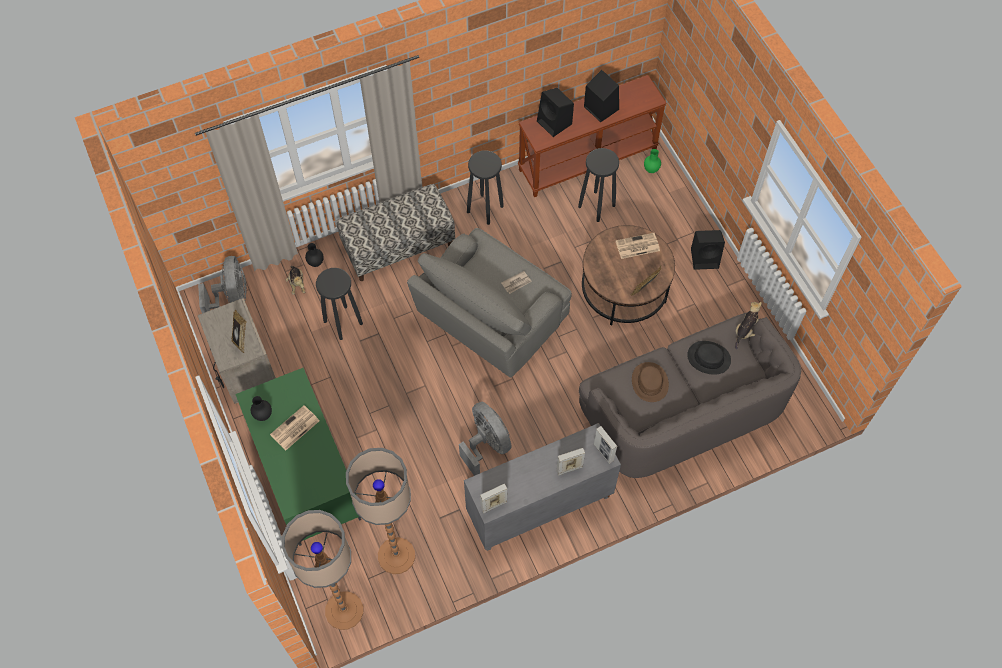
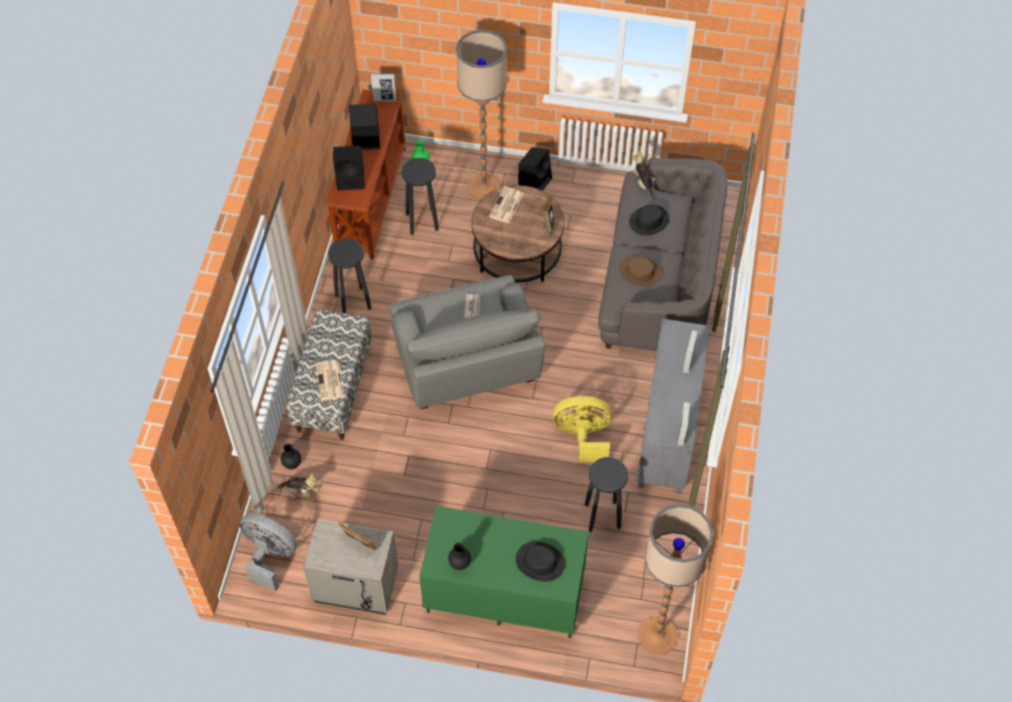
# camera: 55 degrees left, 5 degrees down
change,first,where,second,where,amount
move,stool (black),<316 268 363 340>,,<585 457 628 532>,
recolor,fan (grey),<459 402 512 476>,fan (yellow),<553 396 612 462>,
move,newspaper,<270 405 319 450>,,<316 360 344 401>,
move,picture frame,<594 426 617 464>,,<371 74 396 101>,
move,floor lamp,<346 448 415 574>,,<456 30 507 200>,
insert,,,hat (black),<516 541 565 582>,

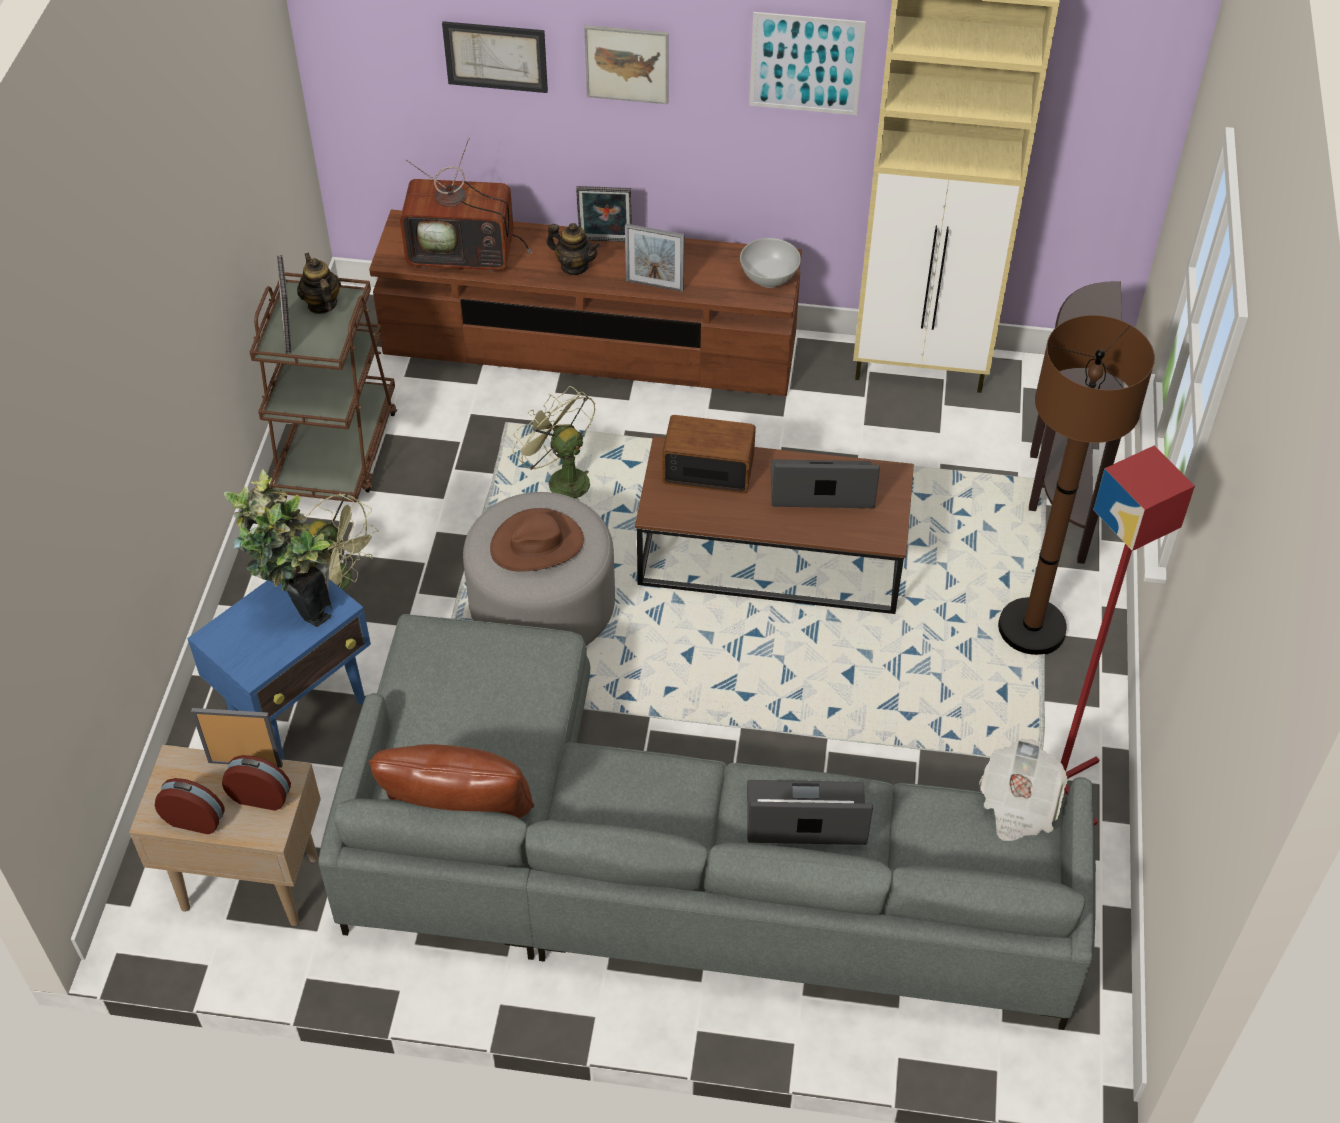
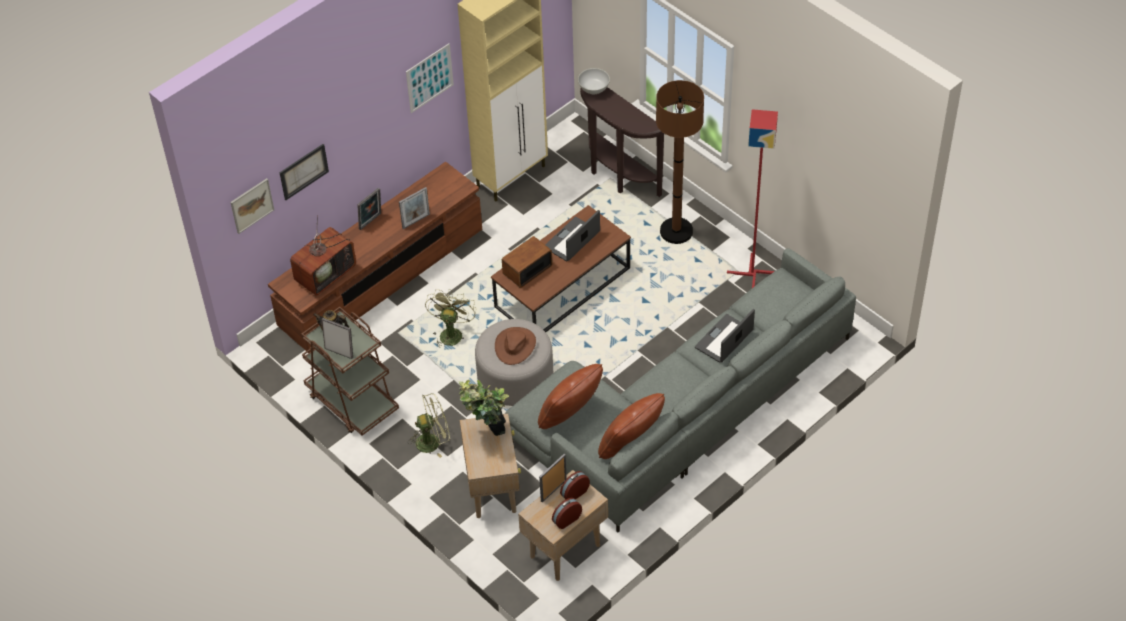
# camera: 50 degrees left, 0 degrees up
change,first,where,second,where,amount
move,picture,<584 25 669 104>,,<230 178 274 234>,
delete,teapot,<547 223 600 275>,,,
move,bowl (white),<740 238 801 288>,,<578 68 610 95>,
rotate,fan (green),<512 386 595 500>,,<425 289 476 346>,105 degrees clockwise
recolor,side table (blue),<187 579 371 760>,side table (beige),<460 413 521 518>,
delete,newspaper,<979 739 1068 841>,,,
insert,,,pillow (brown),<538 364 603 429>,

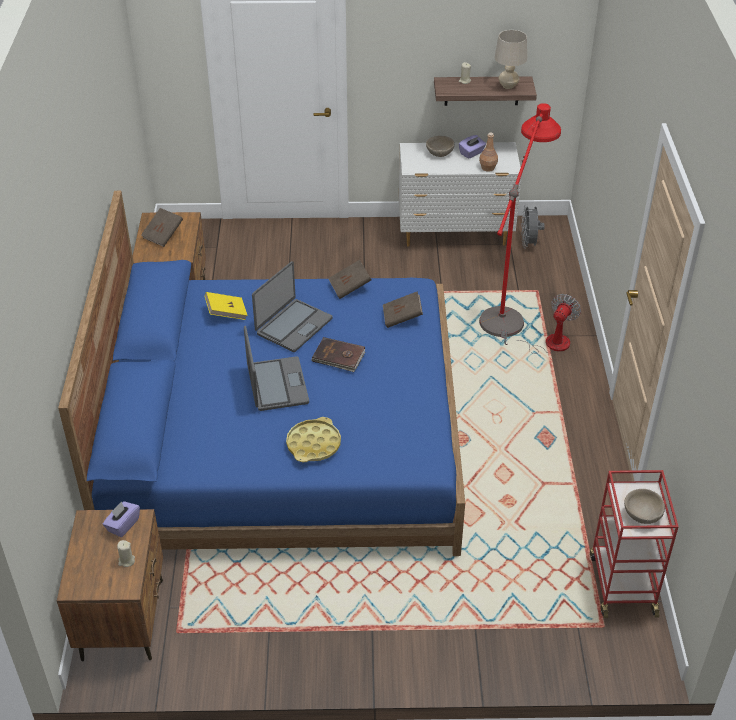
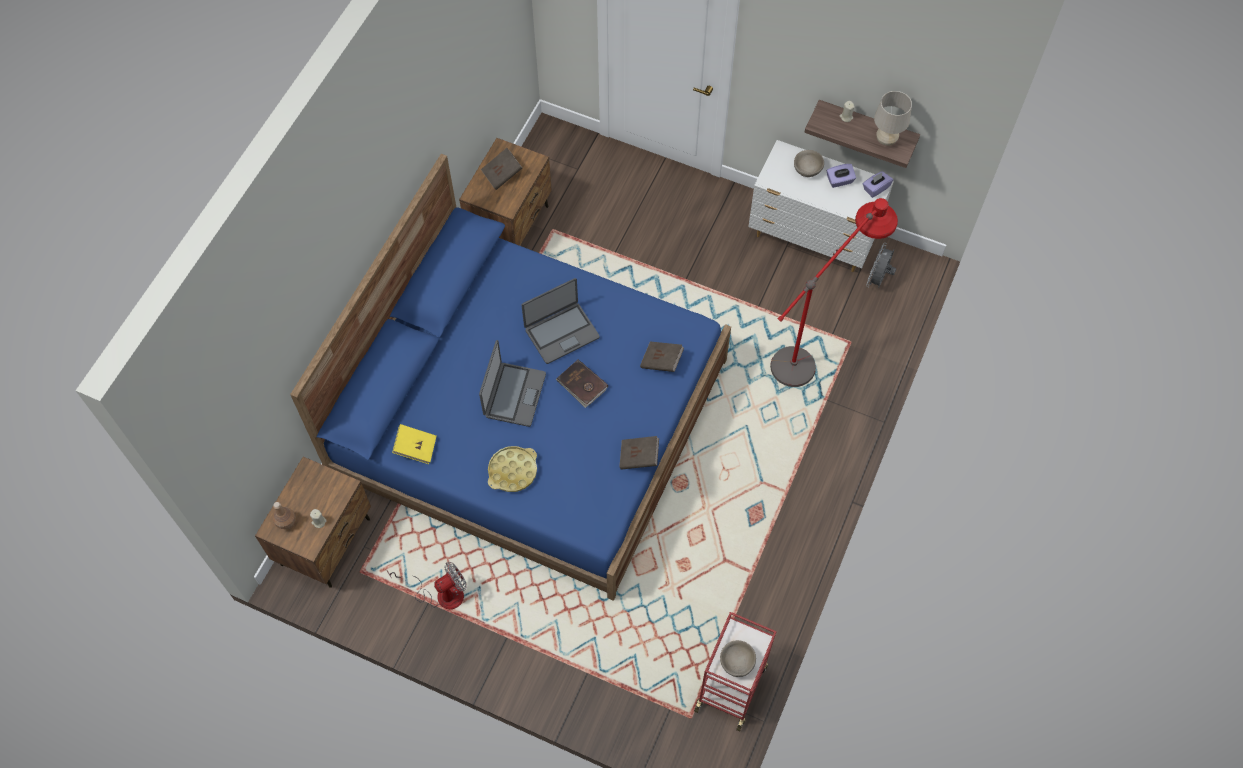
# camera: 25 degrees right, 20 degrees up
change,first,where,second,where,amount
move,bottle (brown),<479 133 498 172>,,<273 502 296 530>,
move,book (brown),<328 260 371 299>,,<619 436 659 470>,
move,book (yellow),<205 292 248 320>,,<392 424 437 464>,
move,fan,<501 294 581 354>,,<387 562 467 609>,
move,tissue box (purple),<102 501 140 537>,,<863 171 893 198>,

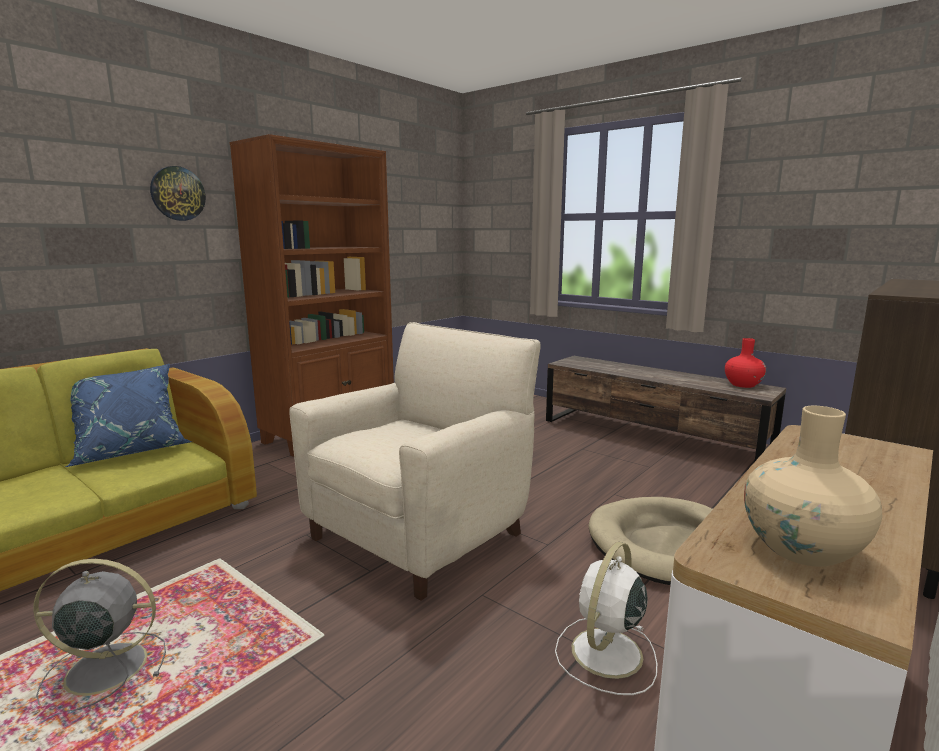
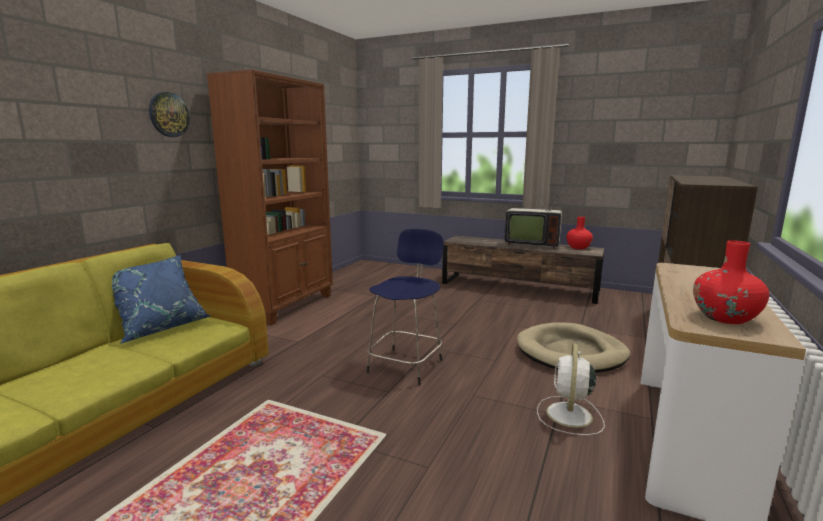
# camera: 15 degrees left, 0 degrees up
change,first,where,second,where,amount
replace,armchair (beige),<289 322 541 601>,stool (blue),<366 229 444 385>,
recolor,vase (beige),<744 406 882 567>,vase (red),<693 240 769 324>,
delete,fan (grey),<33 559 166 711>,,,
insert,,,television,<504 185 567 249>,

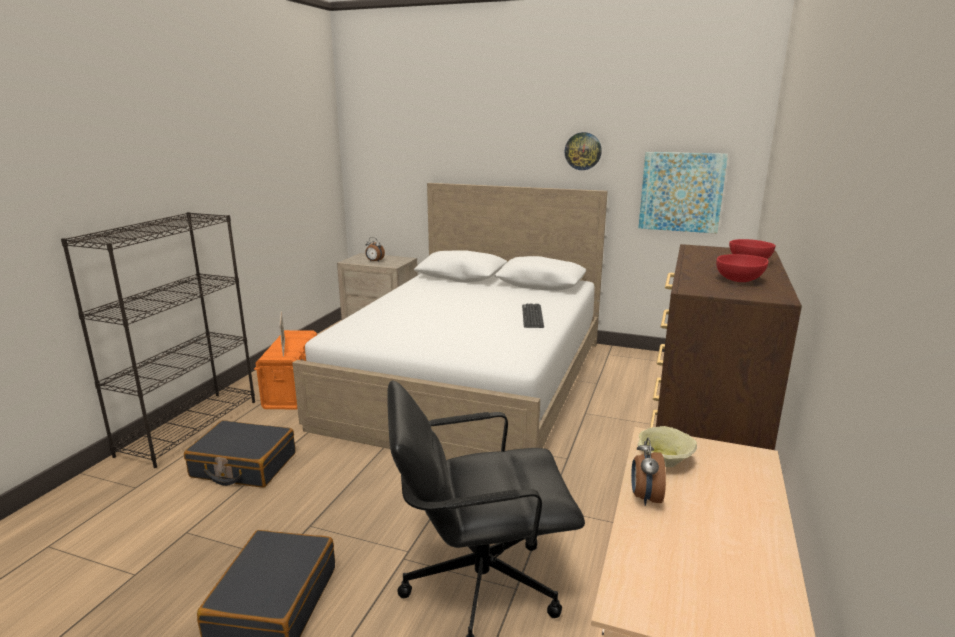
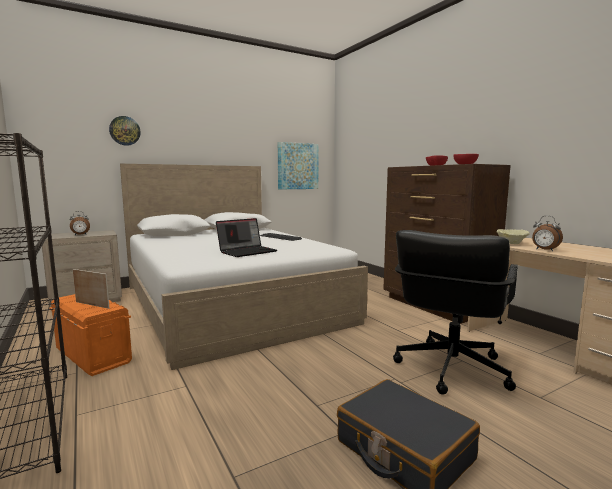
# camera: 50 degrees left, 10 degrees down
change,first,where,second,where,amount
move,wall clock,<565 132 602 170>,,<109 116 141 146>,
delete,suitcase (black),<184 420 296 488>,,,
insert,,,laptop,<216 218 277 257>,

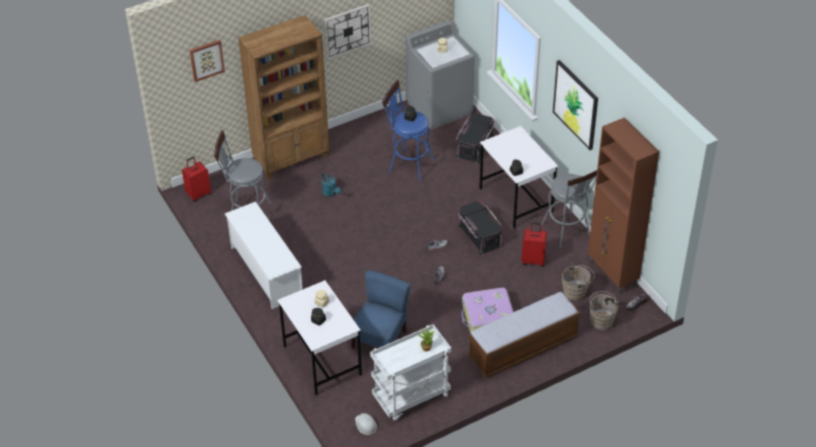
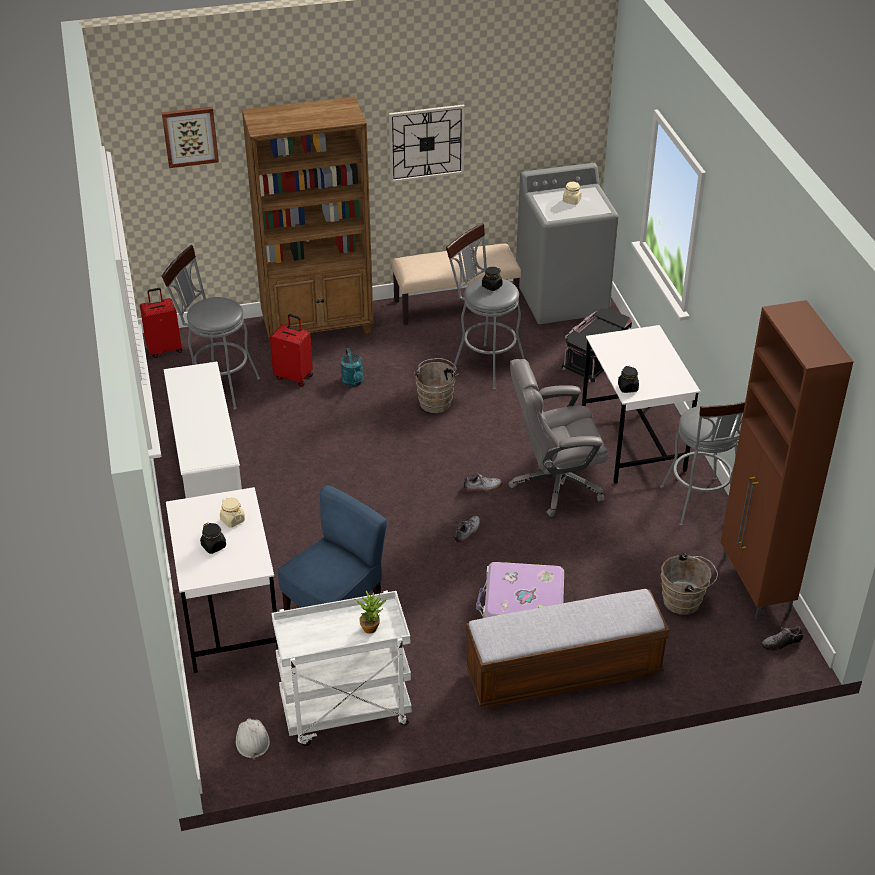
# camera: 15 degrees right, 5 degrees down
change,first,where,second,where,amount
delete,picture,<553 60 598 150>,,,
recolor,stool (blue),<382 79 434 181>,stool (grey),<446 223 525 390>,
replace,storage box (black),<457 201 503 256>,office chair (grey),<508 359 608 517>,
move,suitcase (red),<521 222 547 267>,,<270 314 313 387>,
move,bucket (brown),<589 291 619 330>,,<414 358 459 413>,
insert,,,bench (beige),<391 244 521 325>,

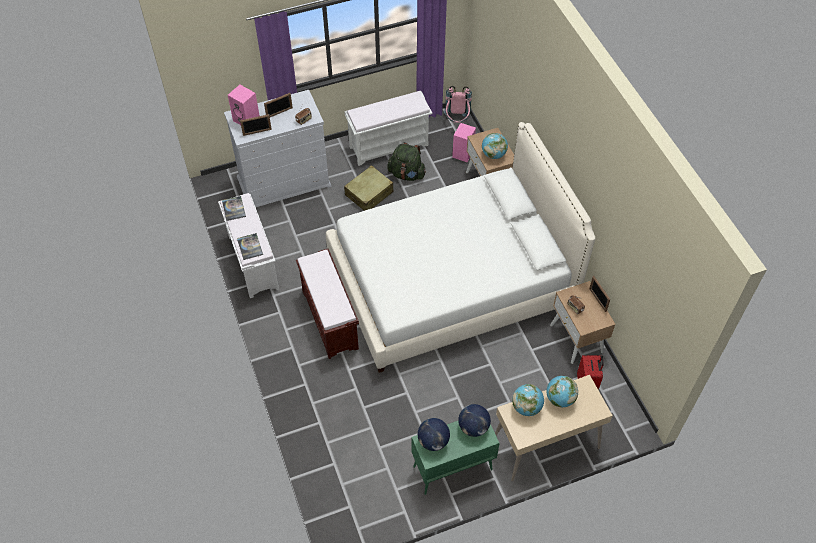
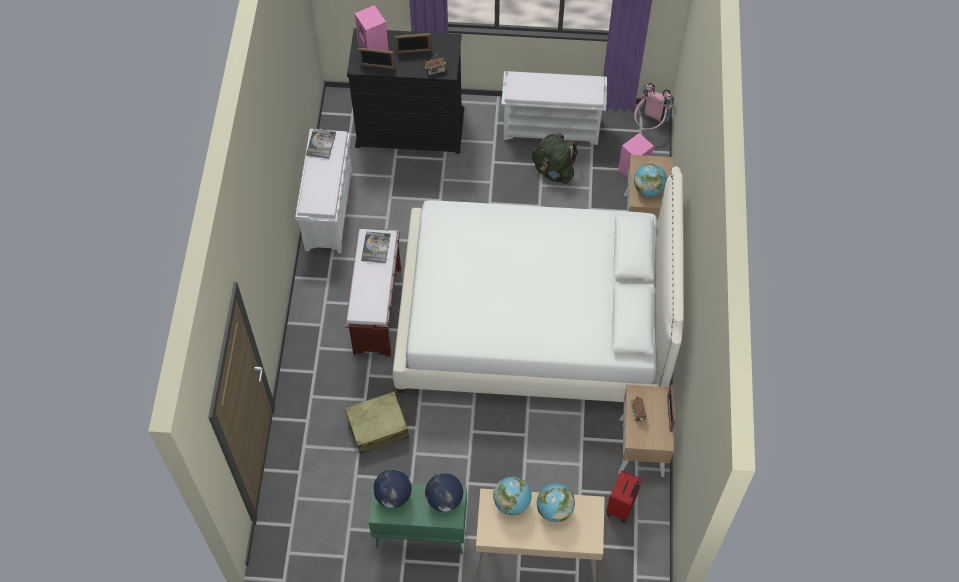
# camera: 25 degrees right, 5 degrees up
change,first,where,second,where,amount
recolor,dresser (white),<224 90 332 207>,dresser (black),<347 28 464 154>,
move,suitcase (beige),<344 165 394 211>,,<345 391 409 454>,
move,book,<237 233 263 260>,,<361 232 390 263>,

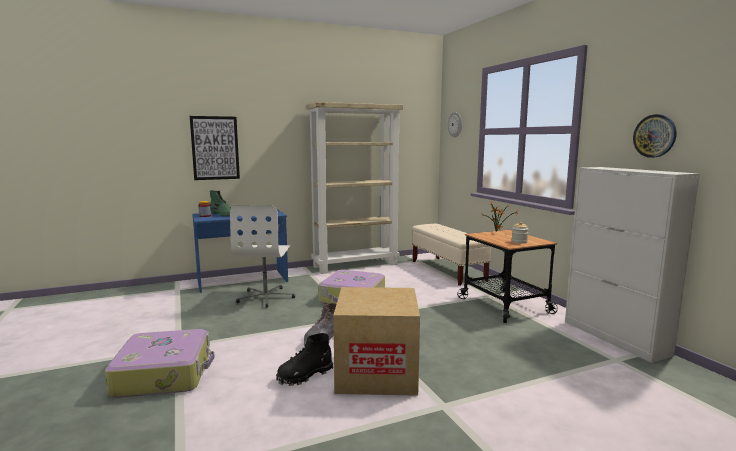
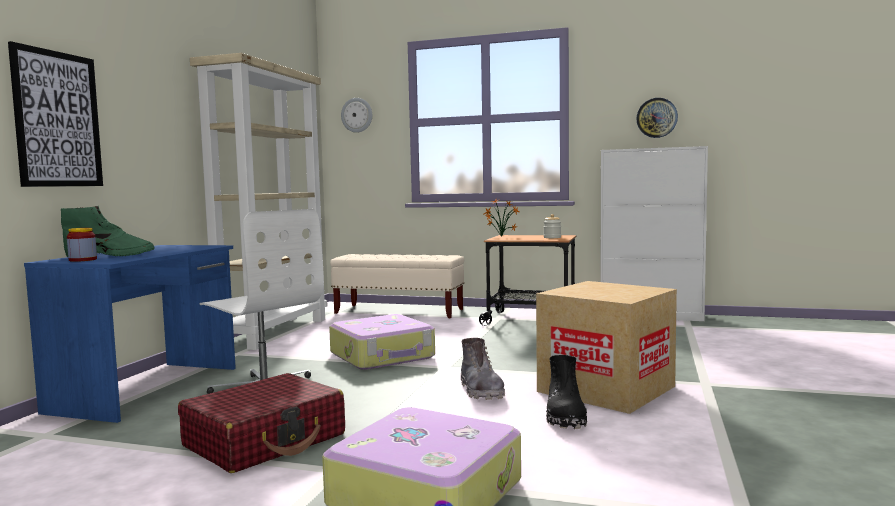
# camera: 50 degrees left, 5 degrees down
change,first,where,second,where,amount
insert,,,suitcase (red),<178 373 345 473>,

